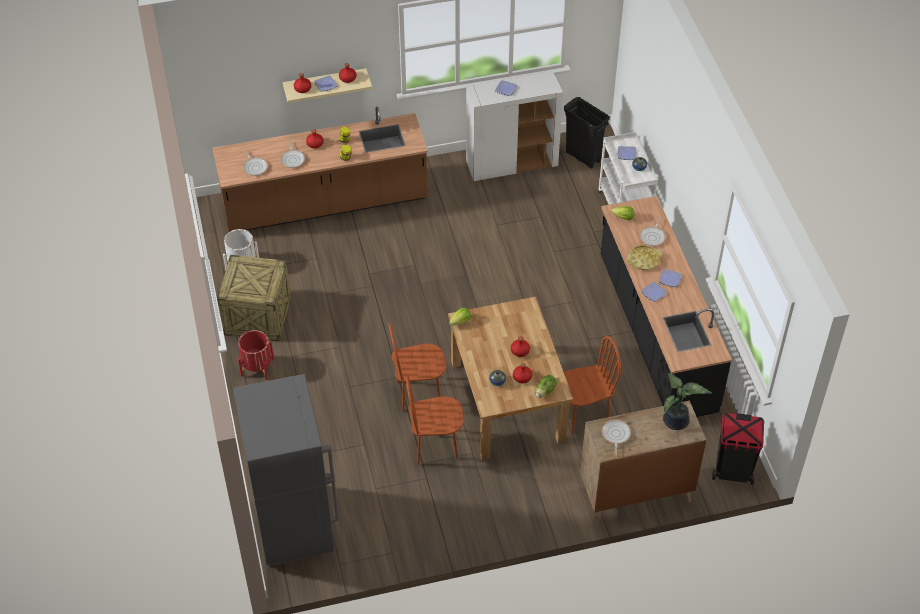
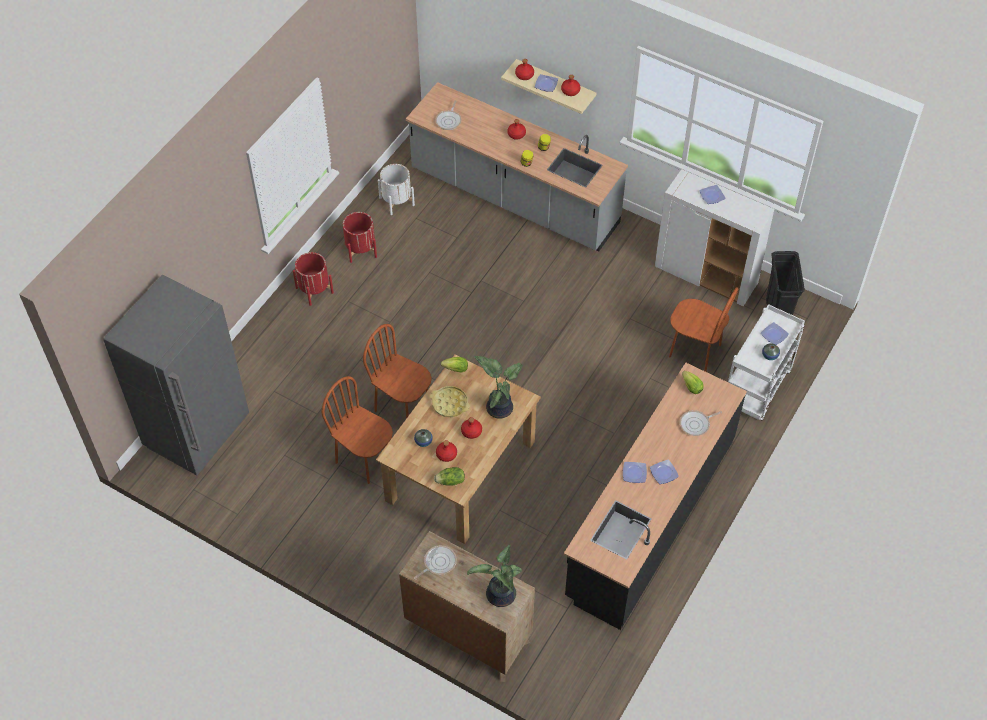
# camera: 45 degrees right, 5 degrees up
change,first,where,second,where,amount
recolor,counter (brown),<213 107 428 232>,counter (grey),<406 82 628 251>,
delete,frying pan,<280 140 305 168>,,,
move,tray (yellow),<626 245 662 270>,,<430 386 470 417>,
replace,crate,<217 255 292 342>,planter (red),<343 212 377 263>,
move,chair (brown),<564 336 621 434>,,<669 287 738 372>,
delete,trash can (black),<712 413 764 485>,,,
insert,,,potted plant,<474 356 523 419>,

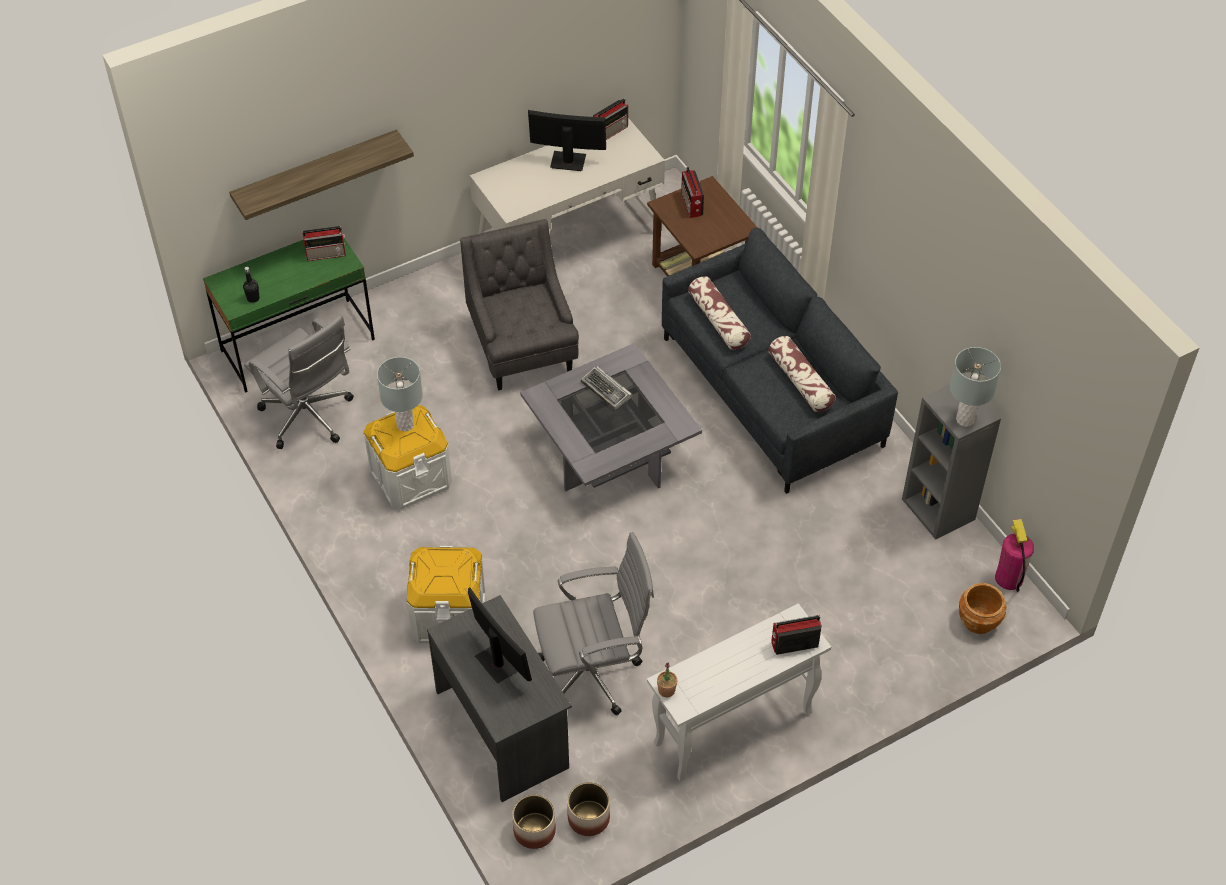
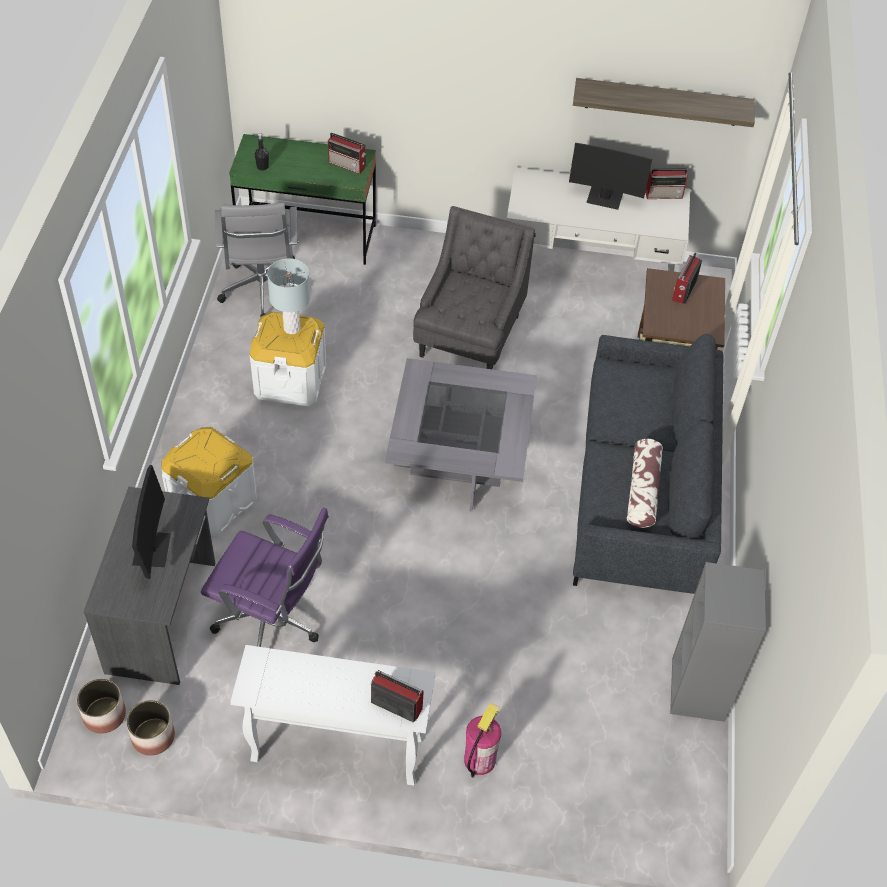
# camera: 35 degrees right, 0 degrees up
change,first,where,second,where,amount
rotate,monitor,<528 110 606 171>,,<569 143 652 210>,150 degrees clockwise
move,shelf,<229 129 414 220>,,<573 78 755 127>,
delete,pillow,<688 276 751 350>,,,
delete,table lamp (grey),<950 347 1001 427>,,,
delete,keyboard,<581 366 633 410>,,,
move,fire extinguisher,<995 519 1034 592>,,<464 703 501 778>,
recolor,office chair (grey),<533 532 654 716>,office chair (purple),<201 507 329 647>,
delete,planter (brown),<959 583 1007 634>,,,
delete,potted plant,<657 662 678 697>,,,

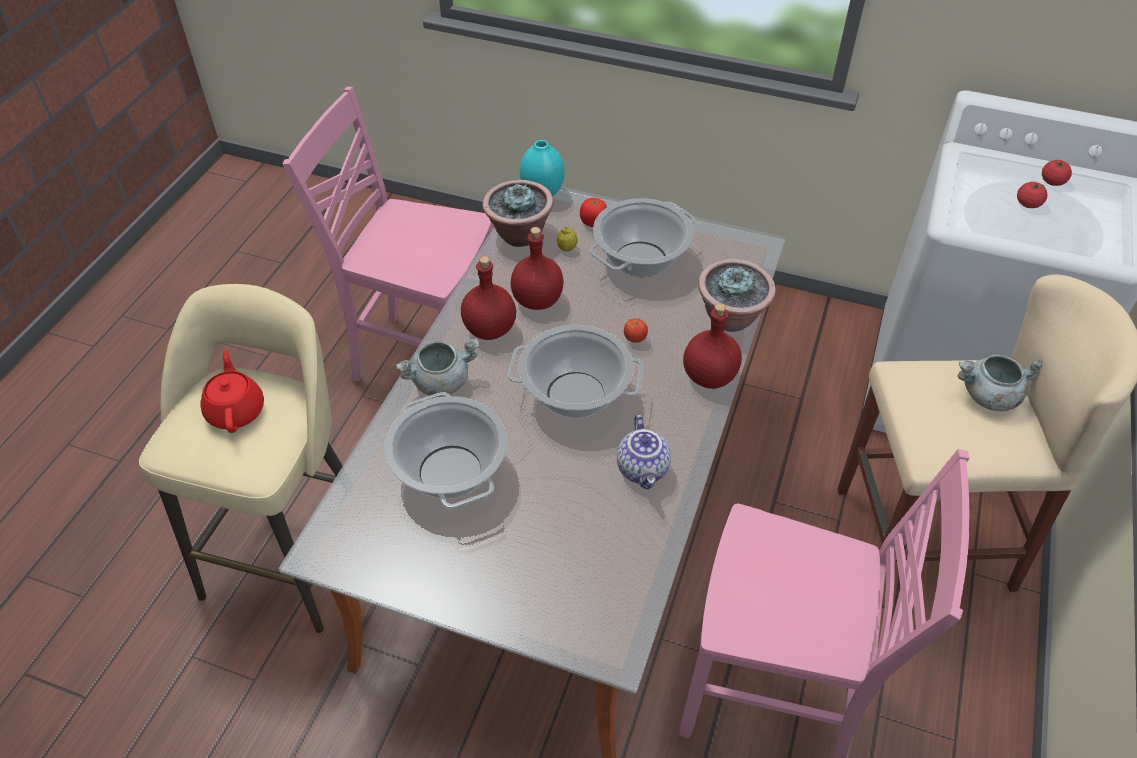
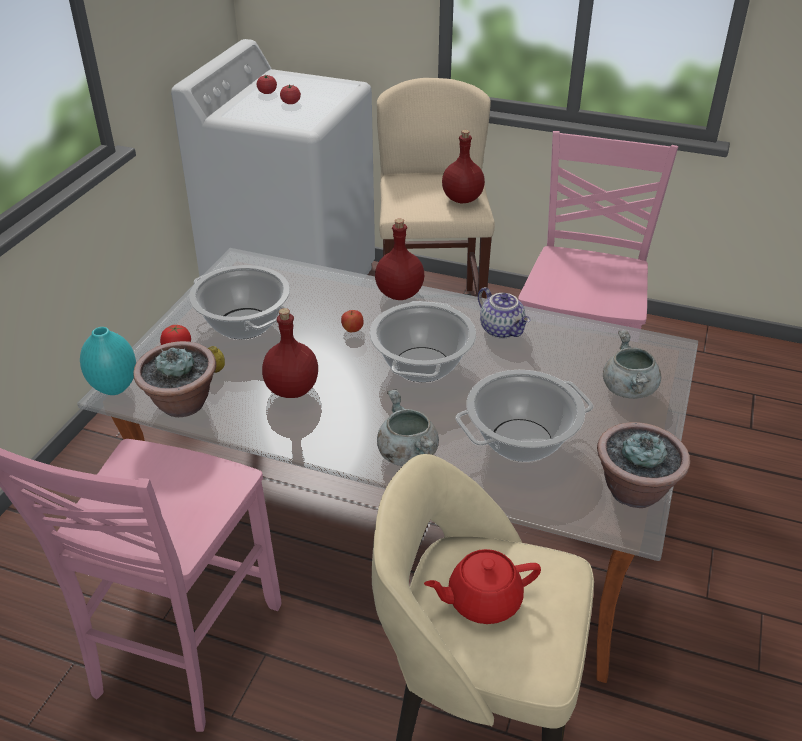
# camera: 90 degrees left, 10 degrees down
change,first,where,second,where,amount
move,bottle (red),<461 256 516 340>,,<442 130 485 204>,
move,potted plant,<698 259 776 332>,,<597 422 690 508>,
move,cooking pot (grey),<958 355 1043 411>,,<603 330 661 399>,
rotate,teapot,<617 414 671 490>,,<478 287 530 339>,60 degrees clockwise

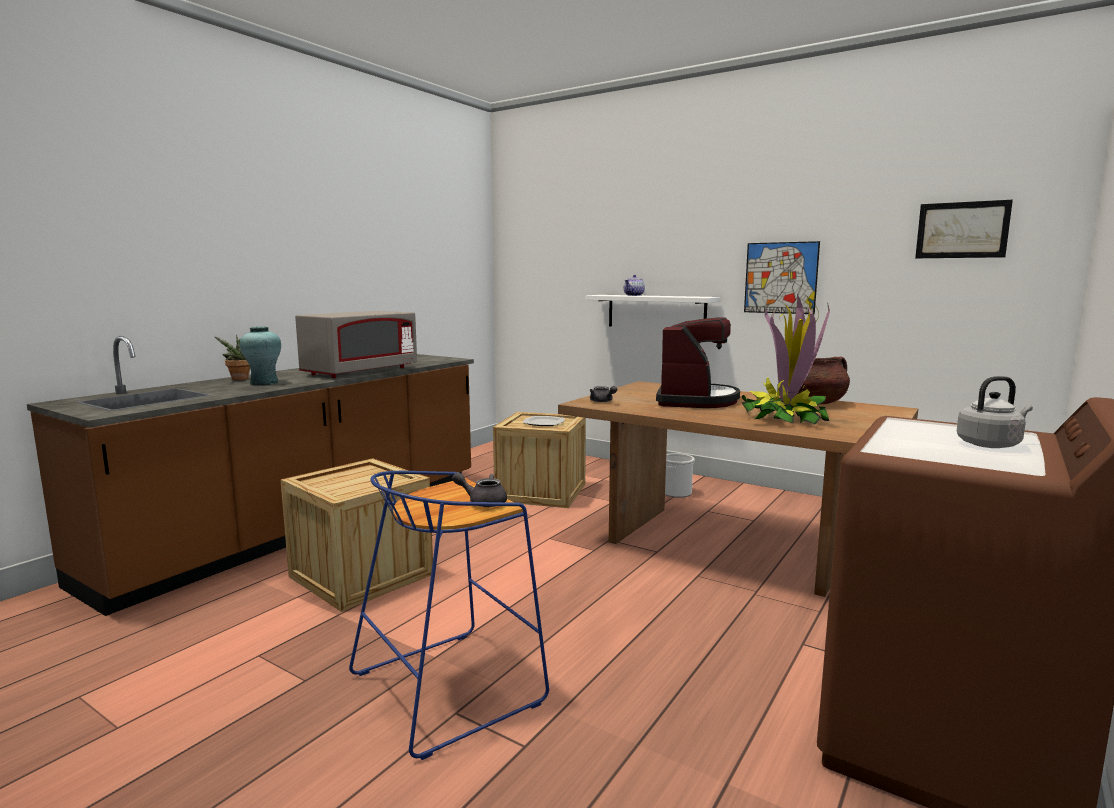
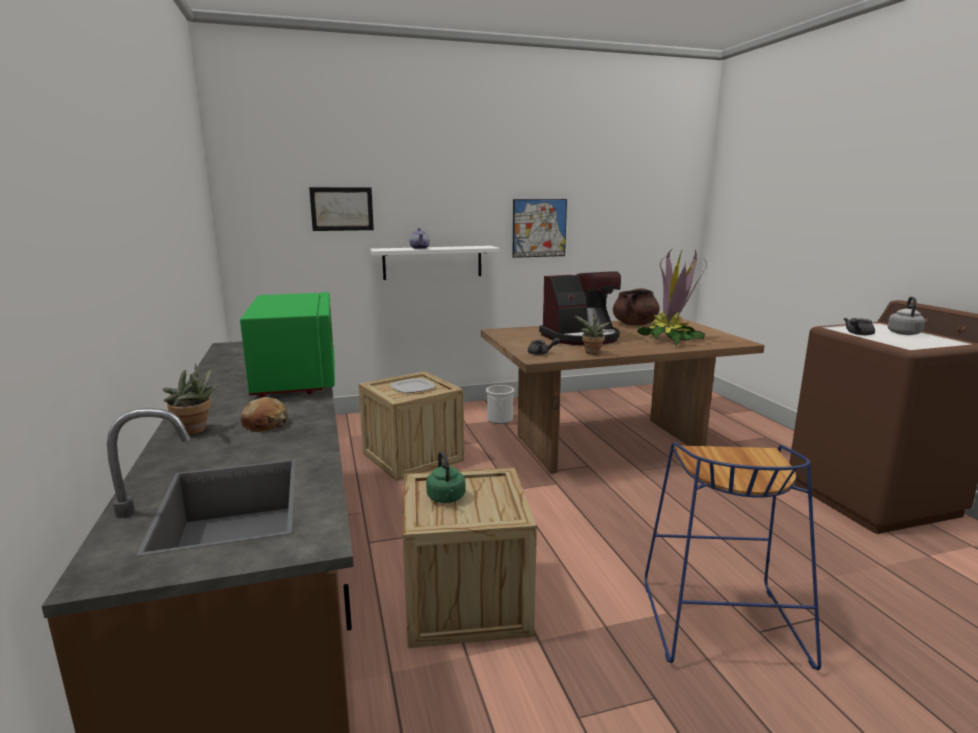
# camera: 50 degrees left, 5 degrees up
change,first,where,second,where,amount
move,picture,<915 200 1013 258>,,<309 187 374 231>,
recolor,microwave (grey),<295 311 417 378>,microwave (green),<240 292 335 398>,
rotate,coffee machine,<656 317 740 408>,,<539 271 621 345>,105 degrees clockwise
replace,vase (turquoise),<239 326 281 385>,bread,<241 397 288 432>,
move,teapot (grey),<452 472 507 507>,,<844 318 875 335>,
insert,,,potted plant,<574 314 611 355>,
insert,,,kettle (green),<426 451 465 503>,

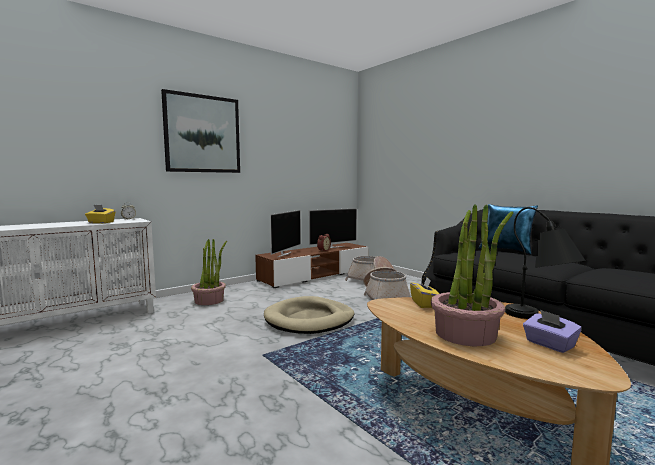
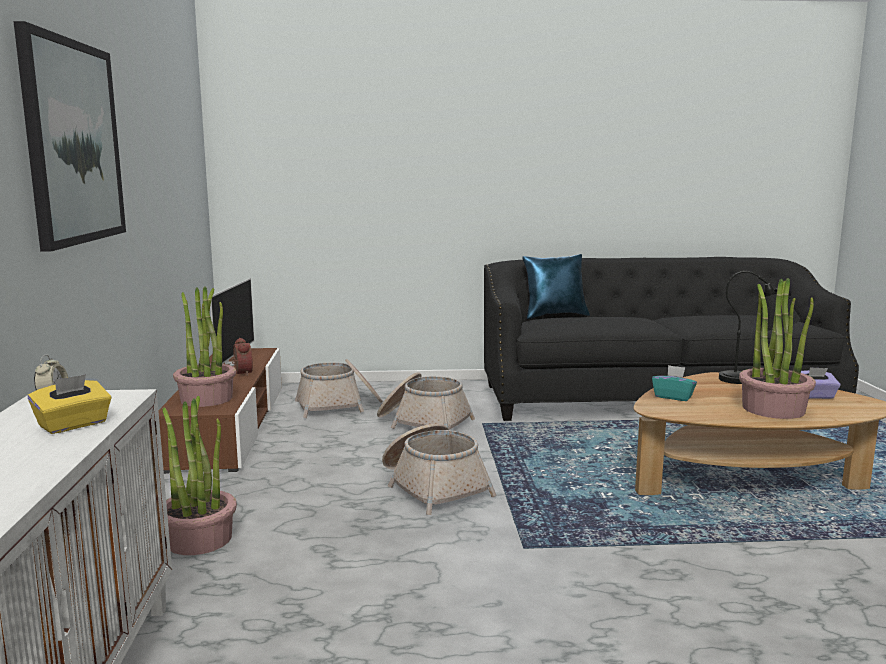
# camera: 55 degrees left, 5 degrees up
change,first,where,second,where,amount
replace,television,<270 210 301 257>,potted plant,<173 286 236 407>,
recolor,tissue box (yellow),<410 278 440 308>,tissue box (turquoise),<652 365 697 401>,
replace,dog bed (beige),<264 296 354 334>,basket,<382 424 496 515>,

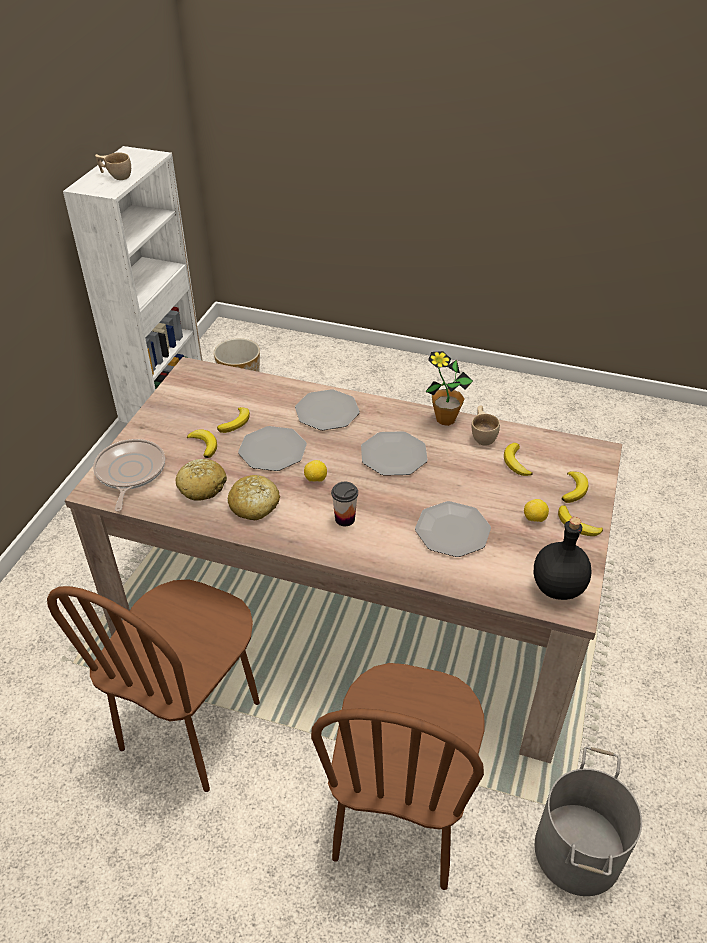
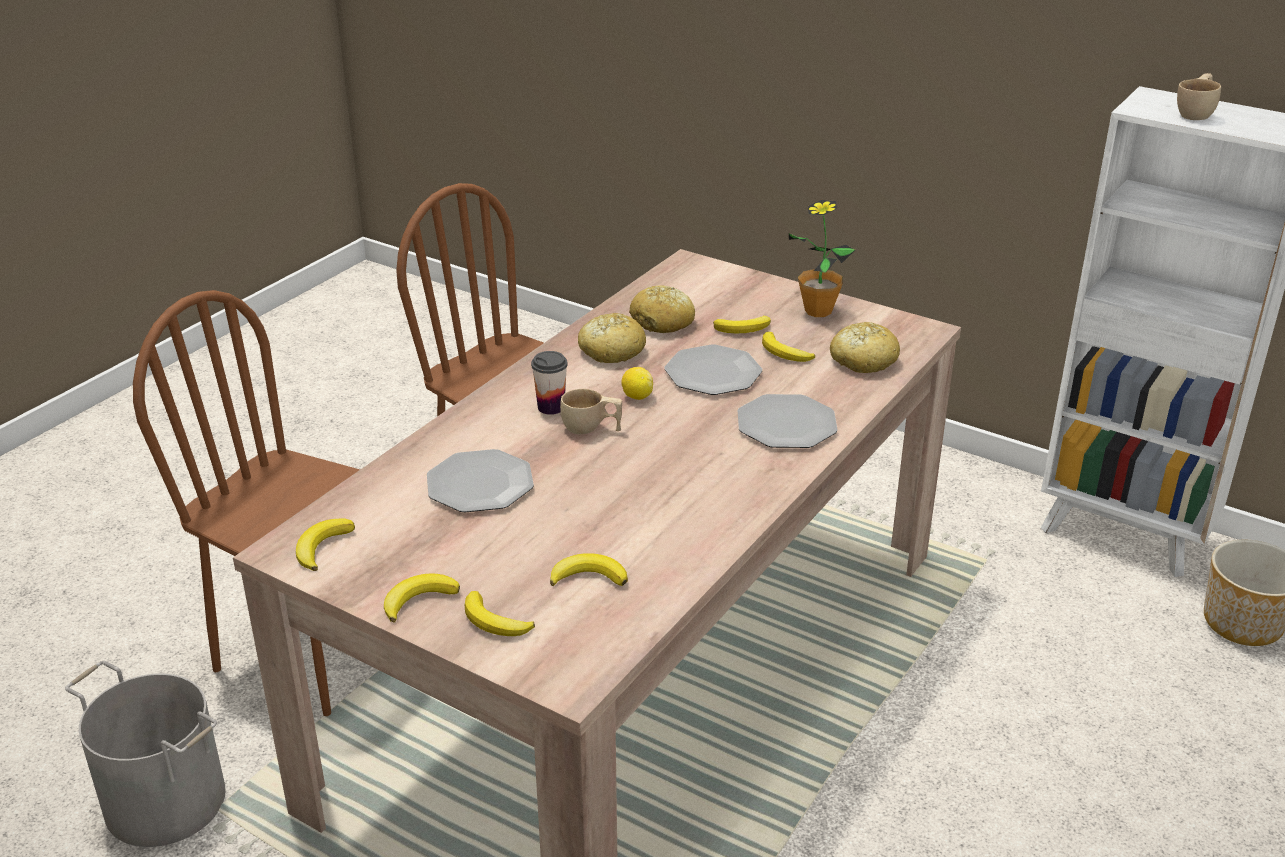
# camera: 105 degrees right, 10 degrees down
change,first,where,second,where,amount
move,potted plant,<425 351 473 426>,,<789 200 856 317>,
move,cup (beige),<472 405 500 446>,,<560 389 622 434>,
delete,plate,<361 431 428 476>,,,
delete,frying pan,<93 439 165 511>,,,
delete,lemon,<524 499 549 522>,,,
replace,bottle (black),<534 517 592 600>,banana,<296 518 355 571>,
insert,,,bread,<830 322 900 373>,

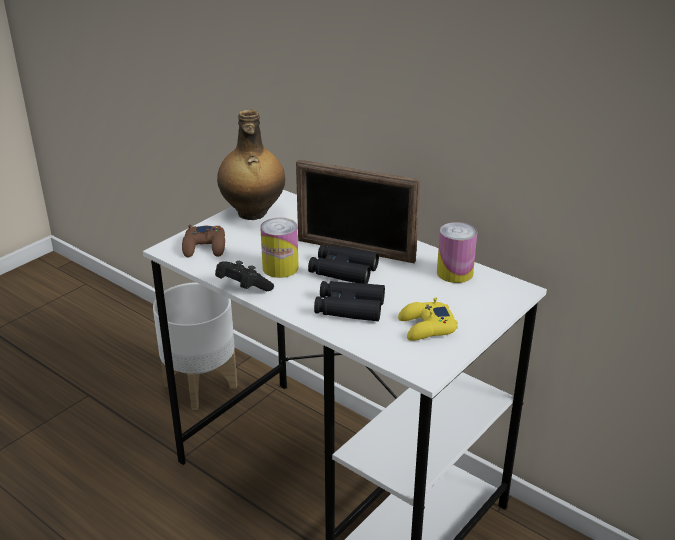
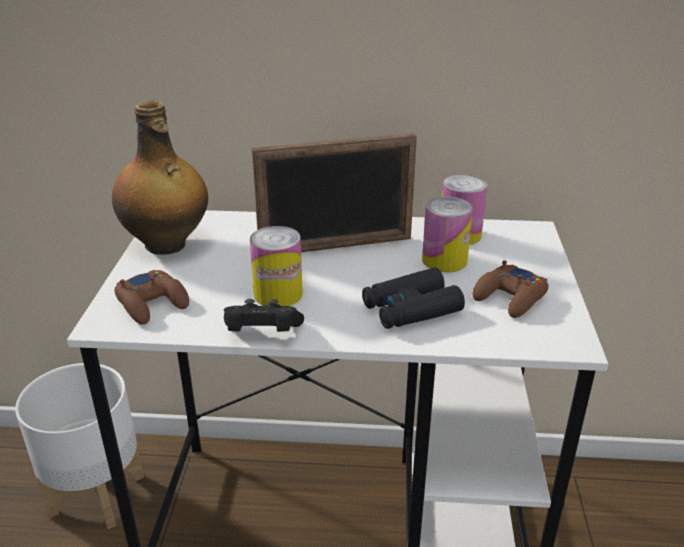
# camera: 35 degrees left, 0 degrees up
change,first,where,second,where,amount
delete,binoculars (black),<308 244 379 284>,,,
recolor,game controller (yellow),<398 297 458 341>,game controller (brown),<473 260 548 318>,
insert,,,can,<422 196 473 272>,

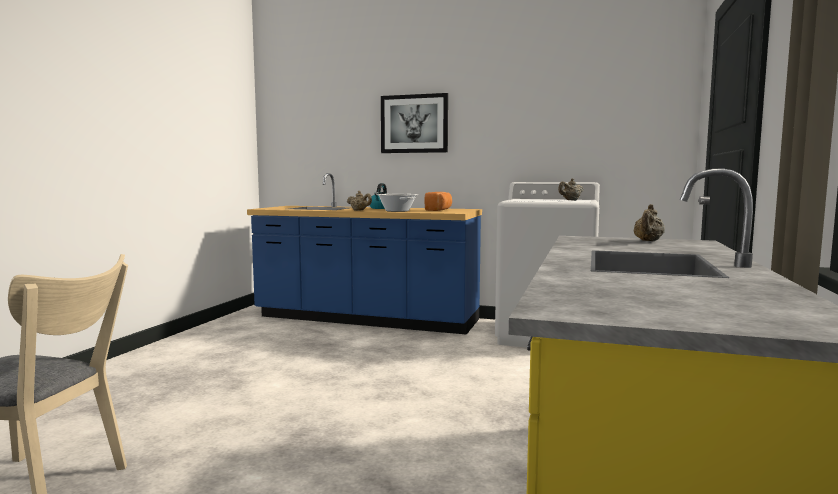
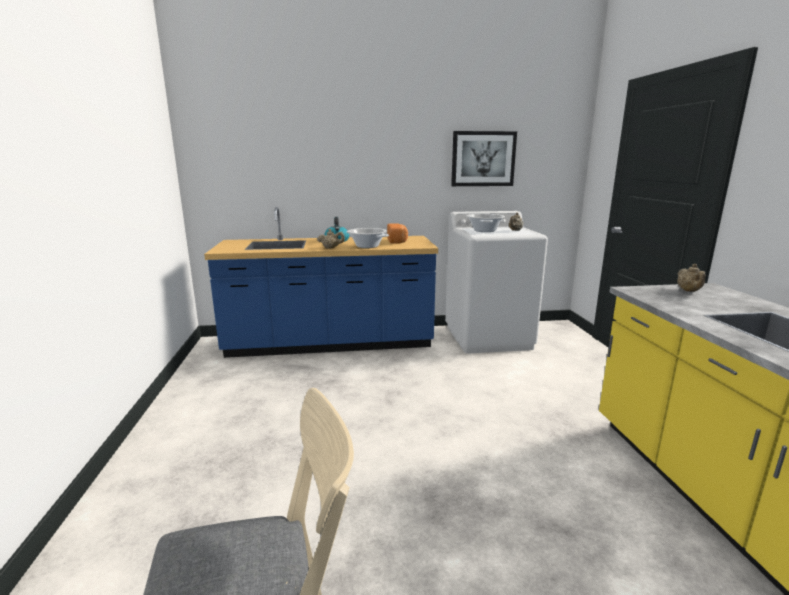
# camera: 25 degrees left, 10 degrees up
change,first,where,second,where,amount
move,picture,<381 93 448 153>,,<451 131 517 186>,
insert,,,cooking pot,<467 214 505 232>,

